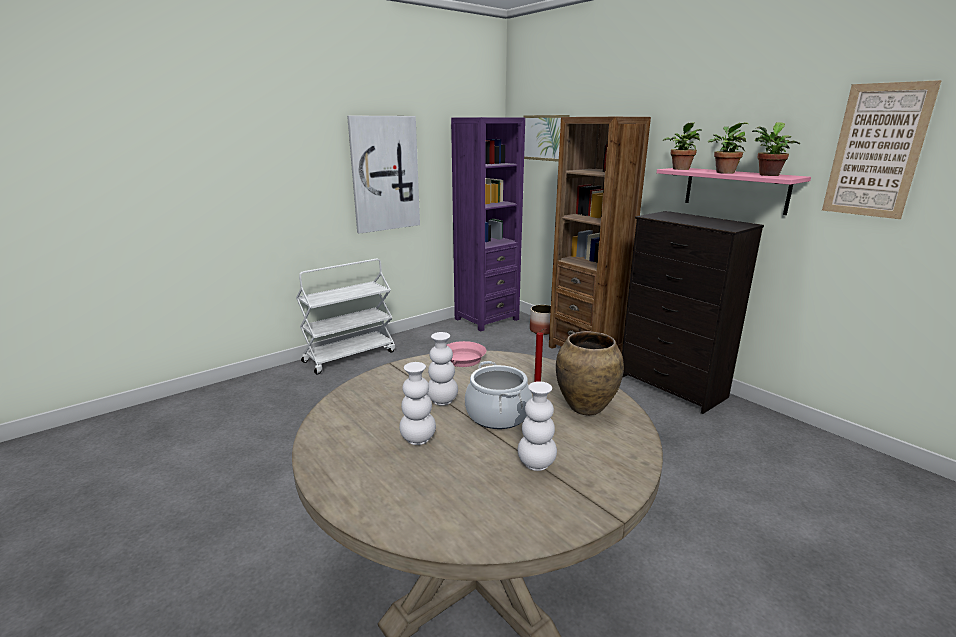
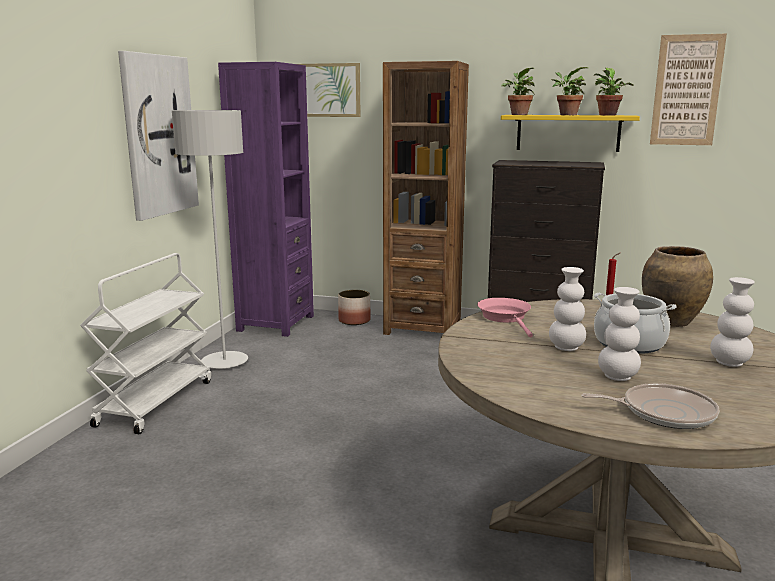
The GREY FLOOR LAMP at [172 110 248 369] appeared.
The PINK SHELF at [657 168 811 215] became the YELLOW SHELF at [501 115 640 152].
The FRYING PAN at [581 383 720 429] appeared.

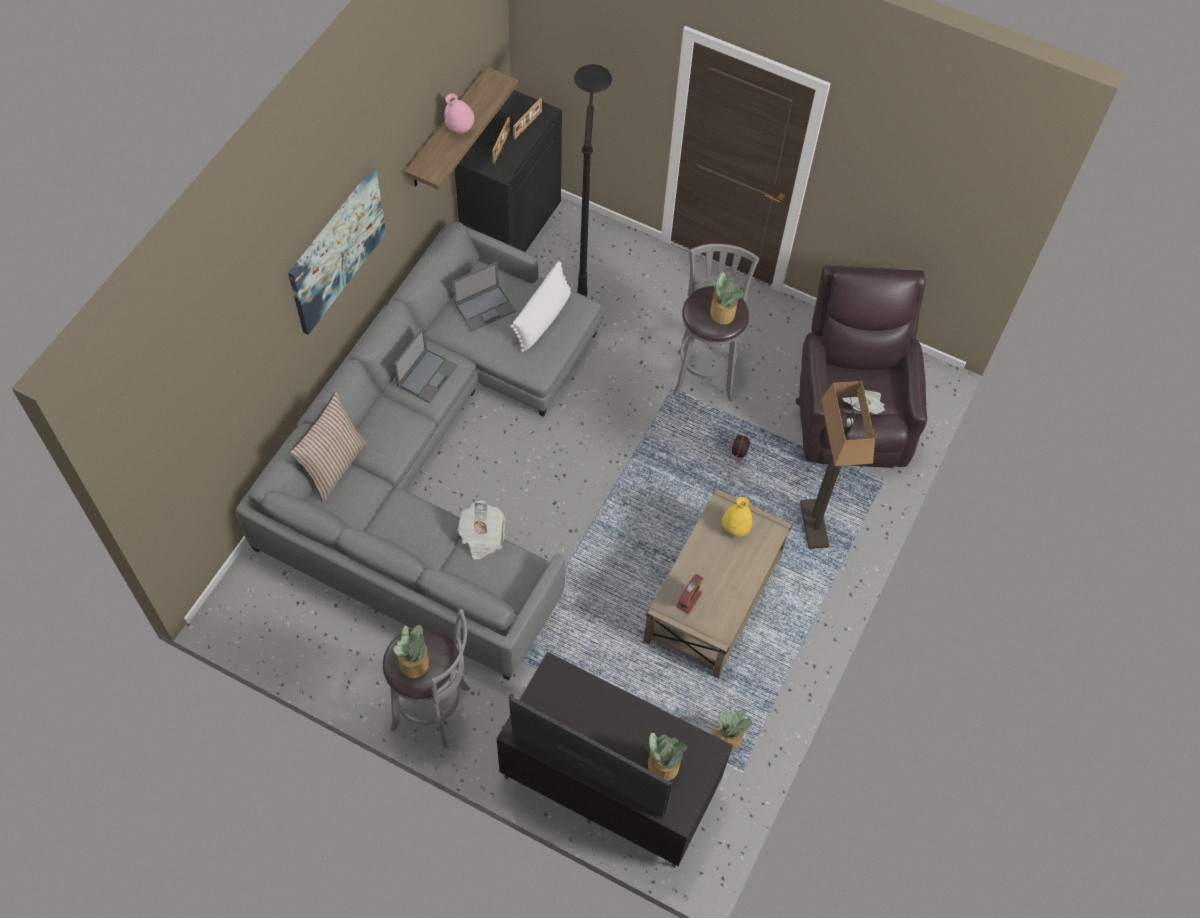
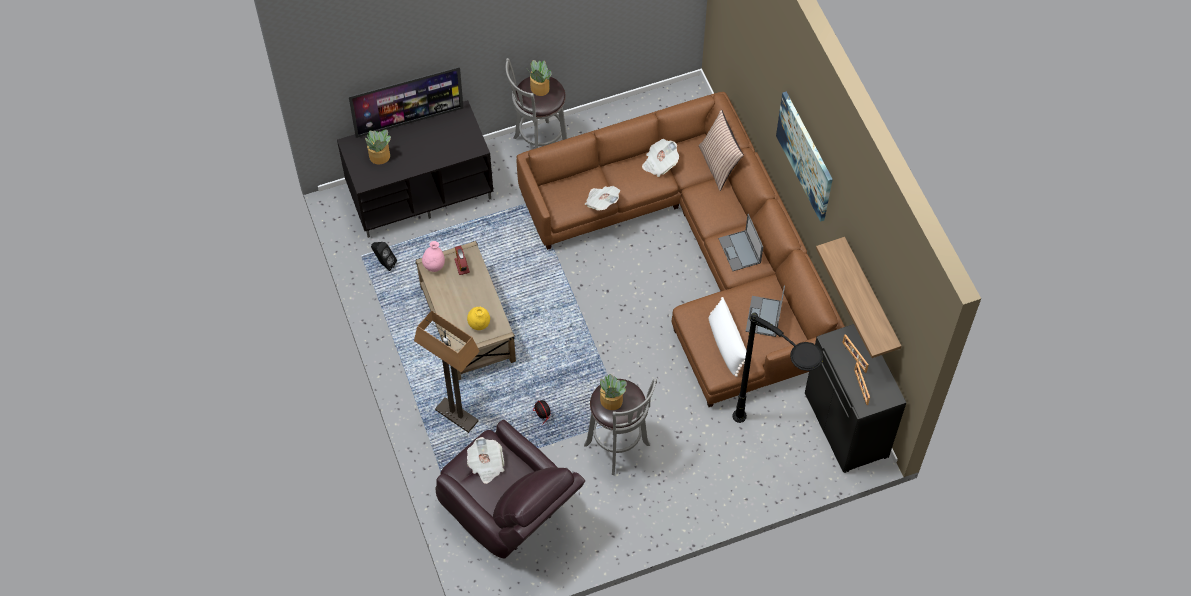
The POTTED PLANT at [714 710 753 751] was replaced by the BLACK SPEAKER at [371 242 397 271].
The PINK VASE moved from [445 93 474 134] to [422 241 445 272].
The GREY SOFA at [236 220 601 681] became the BROWN SOFA at [517 92 845 407].
The NEWSPAPER at [642 139 679 177] appeared.

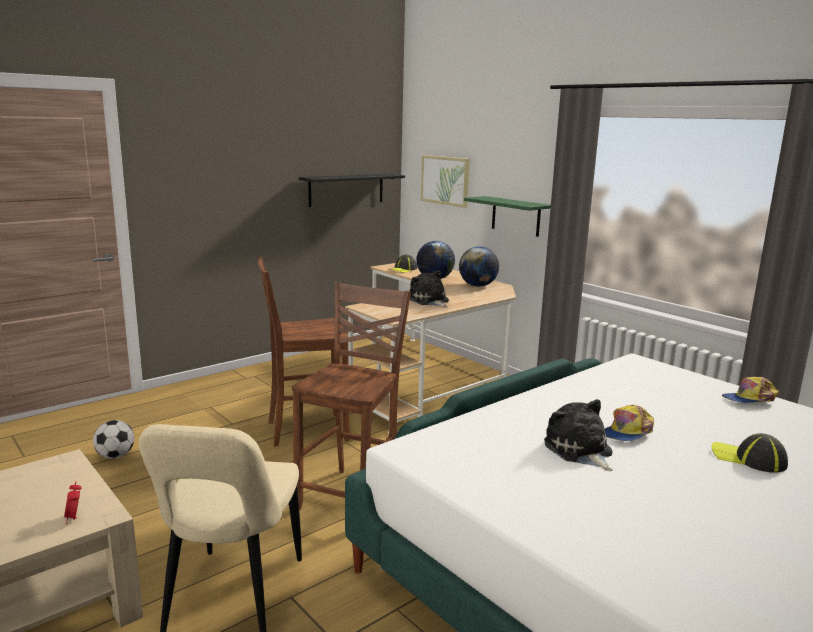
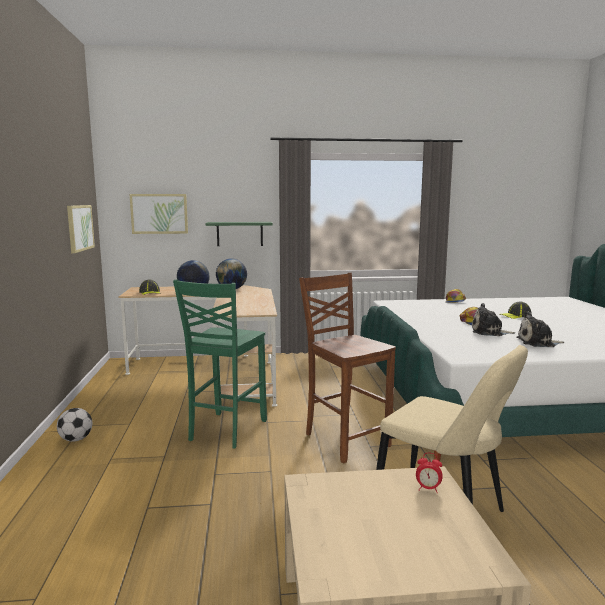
The FOOTBALL moved from [93 420 134 459] to [57 408 92 442].
The BLACK SHELF at [299 174 405 207] was replaced by the PICTURE at [67 205 95 253].
The BROWN CHAIR at [258 257 349 447] became the GREEN CHAIR at [173 280 267 448].
The PLUSH TOY moved from [410 270 449 307] to [516 311 564 347].

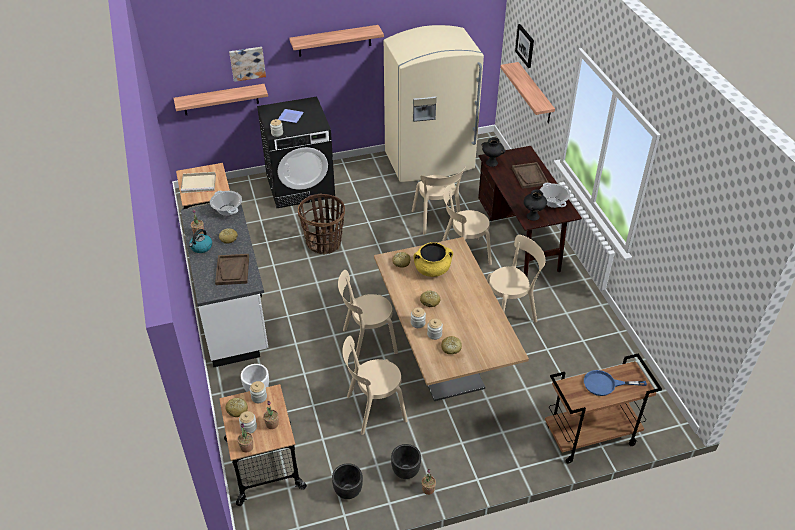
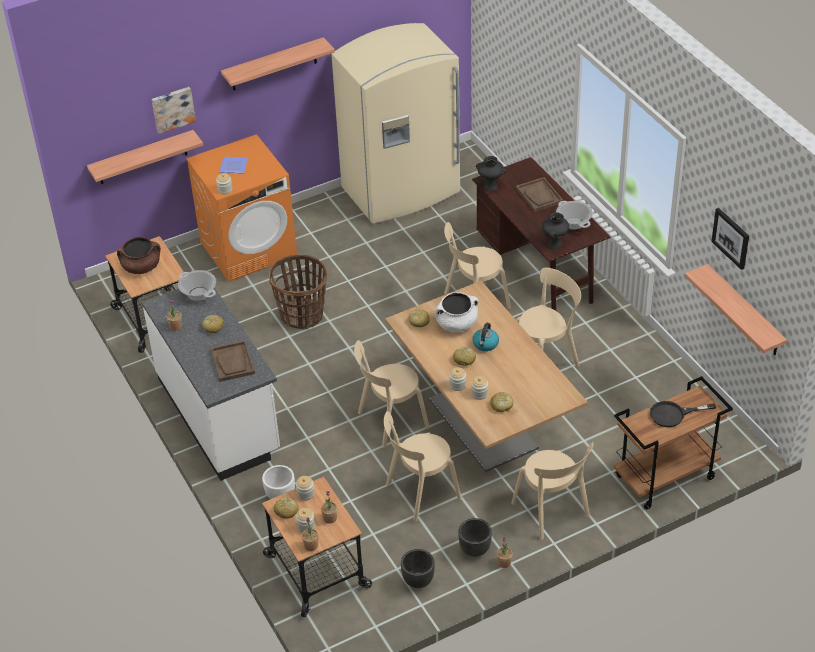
The BEIGE TRAY at [181 172 216 193] was replaced by the BROWN COOKING POT at [117 237 161 274].
The BLACK WASHING MACHINE at [257 97 335 208] became the ORANGE WASHING MACHINE at [186 134 297 282].
The YELLOW COOKING POT at [413 242 453 277] became the WHITE COOKING POT at [435 292 479 332].
The KETTLE moved from [189 229 212 253] to [473 323 499 351].
The BEIGE CHAIR moved from [412 166 466 235] to [511 442 593 540].
The BLUE FRYING PAN at [584 370 647 396] became the BLACK FRYING PAN at [650 401 716 427].
The SHELF moved from [500 62 555 123] to [685 264 787 355].
The PICTURE moved from [515 24 534 68] to [711 208 749 270].

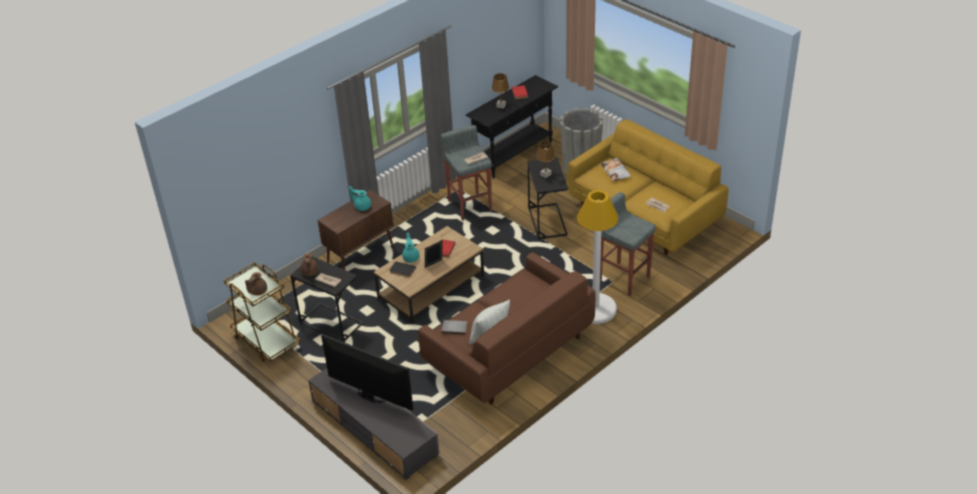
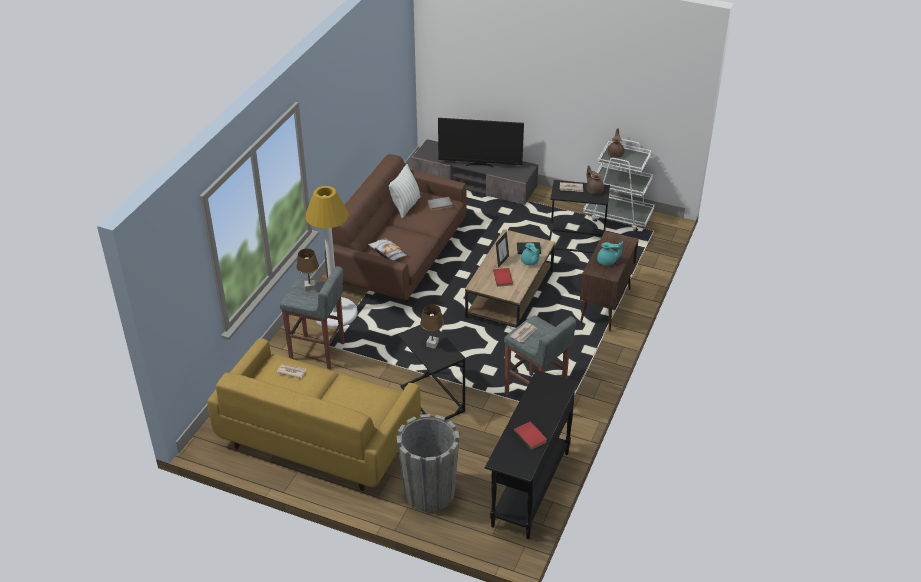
The BROWN TABLE LAMP moved from [492 73 509 108] to [296 249 319 291].
The PILLOW moved from [600 157 631 182] to [368 238 408 260].
The BROWN CART at [224 262 301 362] became the WHITE CART at [583 139 655 231].

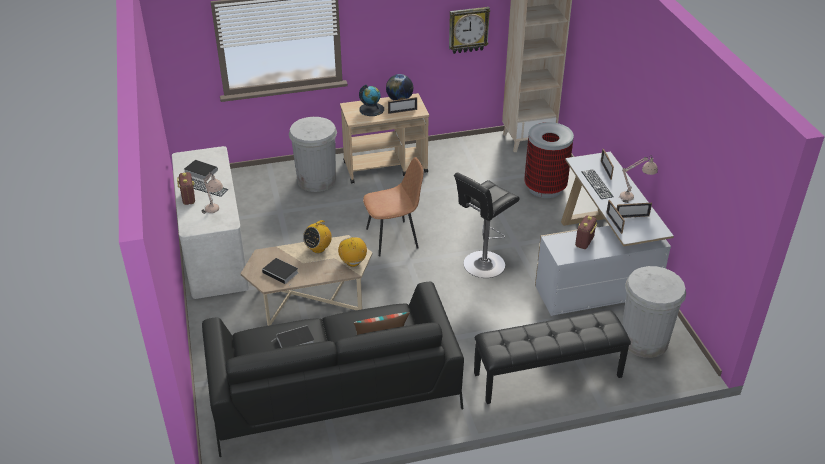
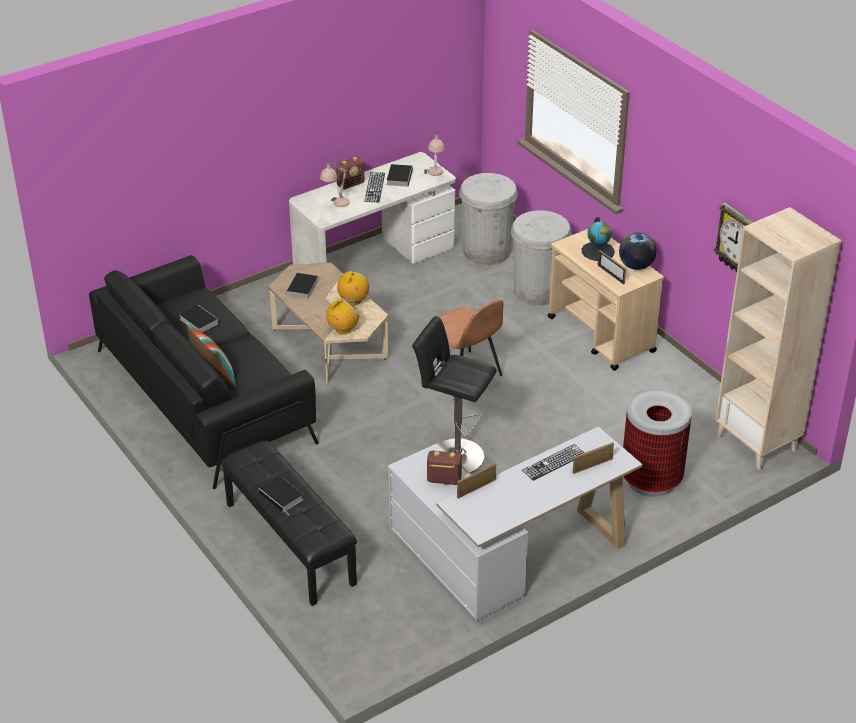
The BOOK at [259 476 304 515] appeared.
The RADIO at [303 220 332 253] turned 90 degrees clockwise.
The BEIGE TABLE LAMP moved from [618 155 658 203] to [424 131 445 176].
The WHITE TRASH CAN moved from [622 266 686 358] to [459 173 518 265].
The PICTURE FRAME at [617 203 652 218] disappeared.

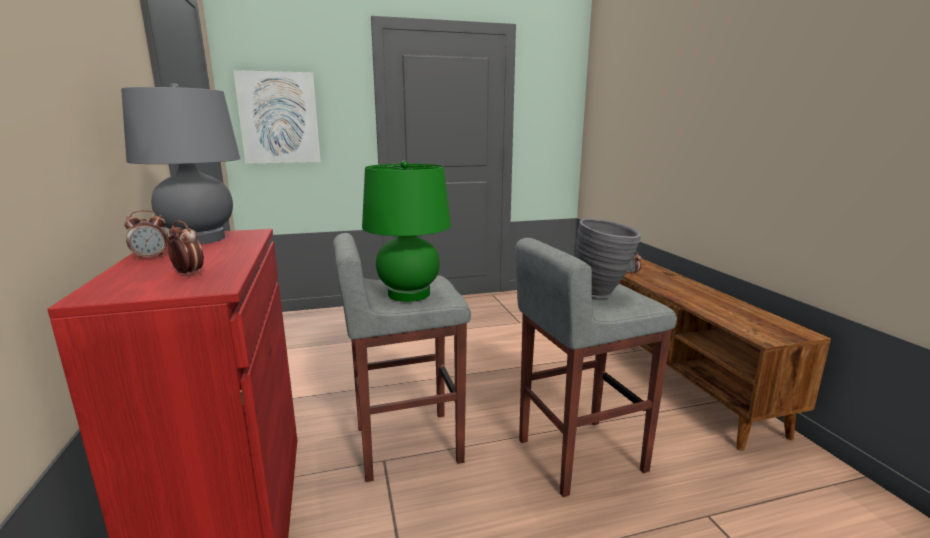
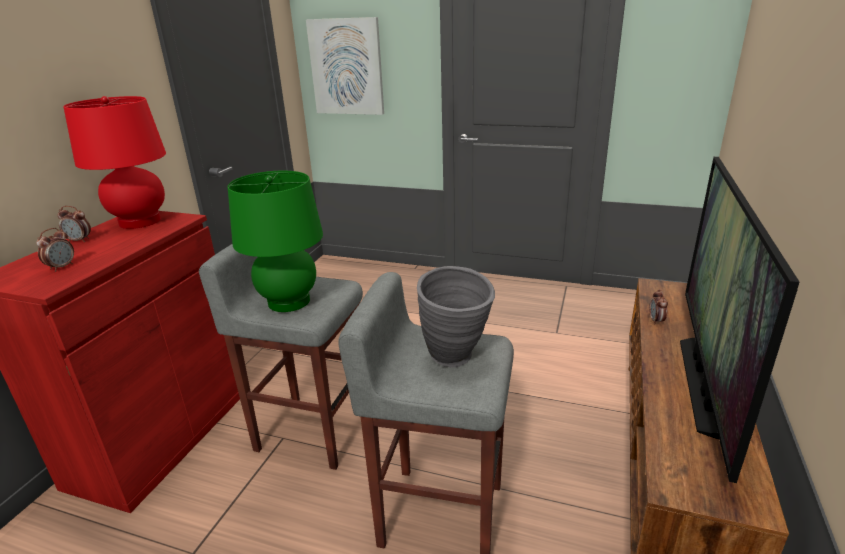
The ALARM CLOCK at [167 221 204 276] turned 45 degrees clockwise.
The GREY TABLE LAMP at [121 83 240 244] became the RED TABLE LAMP at [63 96 166 229].
The TELEVISION at [680 157 799 483] appeared.

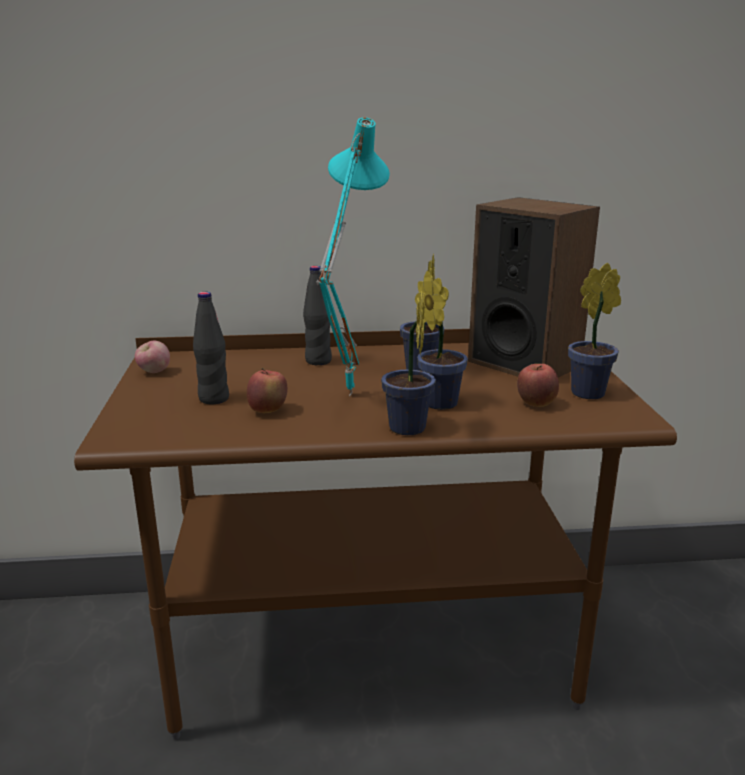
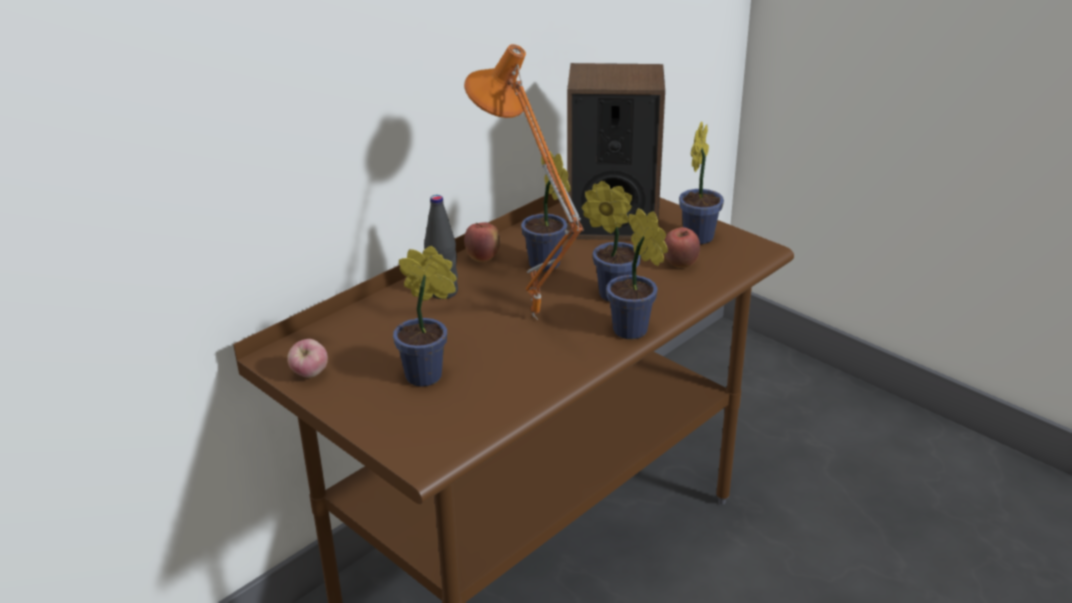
The BLACK BOTTLE at [193 292 229 404] was replaced by the POTTED PLANT at [393 246 457 386].
The TURQUOISE TABLE LAMP at [317 117 390 397] became the ORANGE TABLE LAMP at [464 44 584 320].
The APPLE moved from [247 368 287 413] to [464 222 500 262].

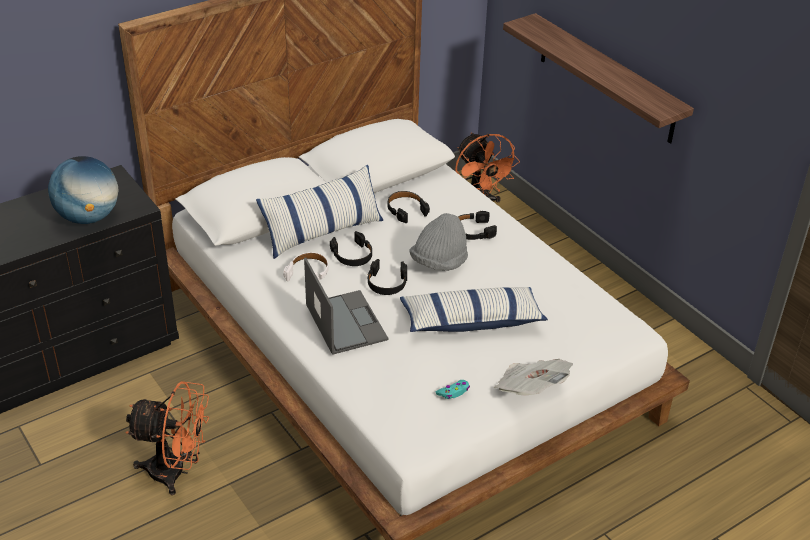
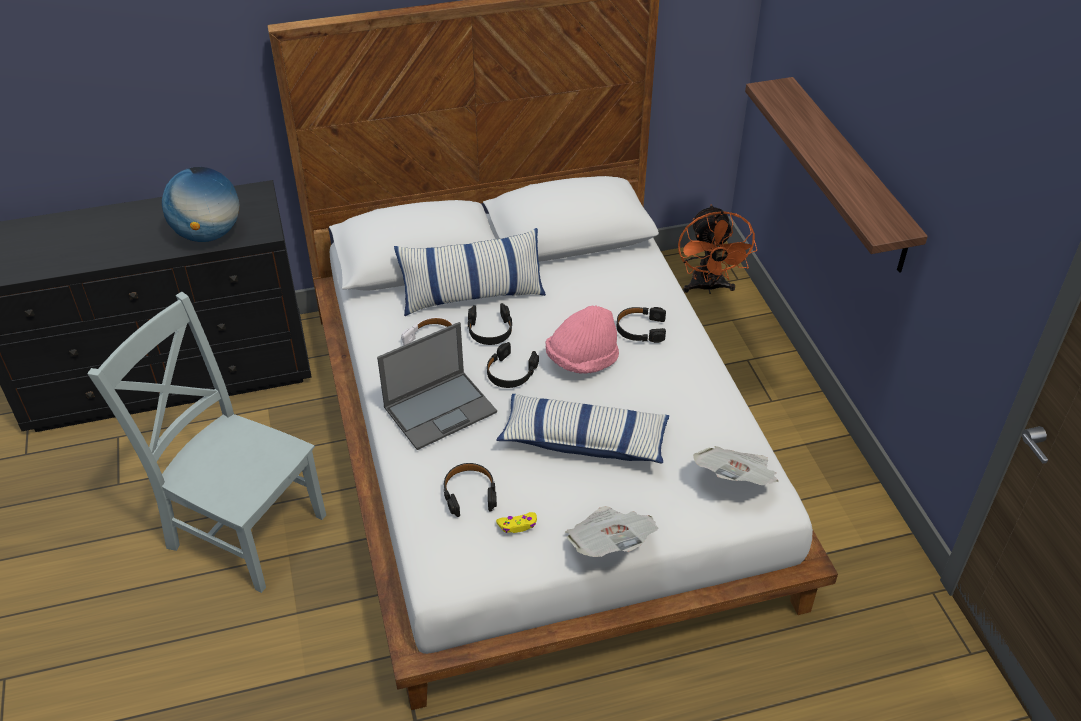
The ORANGE FAN at [125 381 209 495] was replaced by the GREY CHAIR at [87 292 326 593].
The LAPTOP at [304 258 388 355] turned 60 degrees clockwise.
The BLACK HEADPHONES moved from [388 191 430 223] to [444 463 497 517].
The TURQUOISE GAME CONTROLLER at [436 380 470 399] became the YELLOW GAME CONTROLLER at [496 512 537 533].
The GREY HAT at [409 213 468 271] became the PINK HAT at [545 305 619 374].
The NEWSPAPER at [693 446 779 485] appeared.

